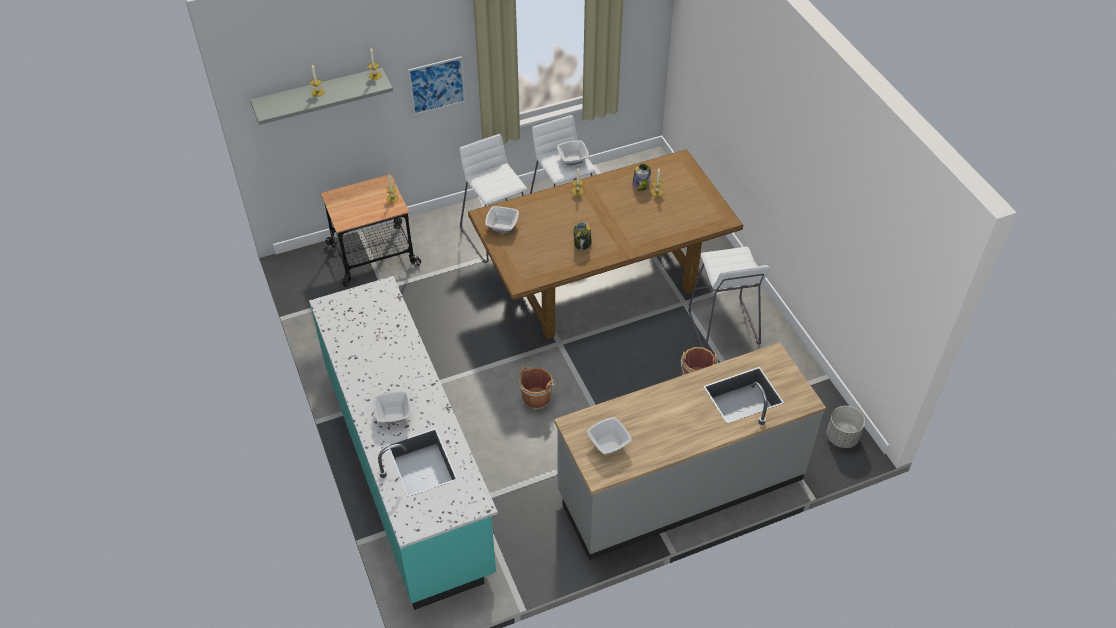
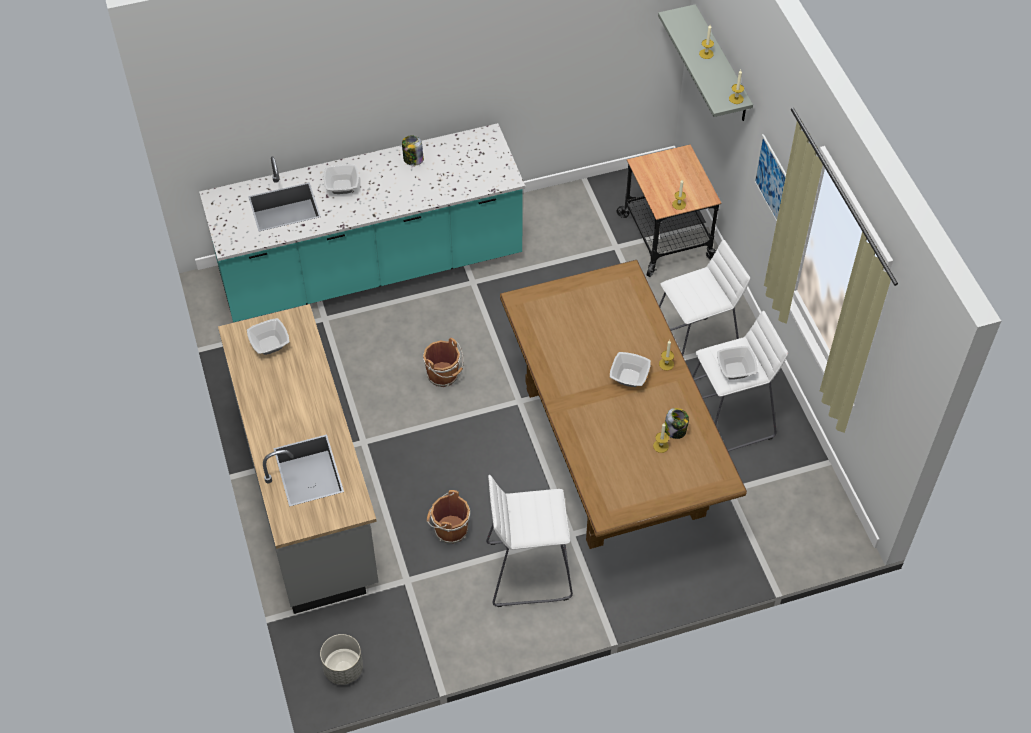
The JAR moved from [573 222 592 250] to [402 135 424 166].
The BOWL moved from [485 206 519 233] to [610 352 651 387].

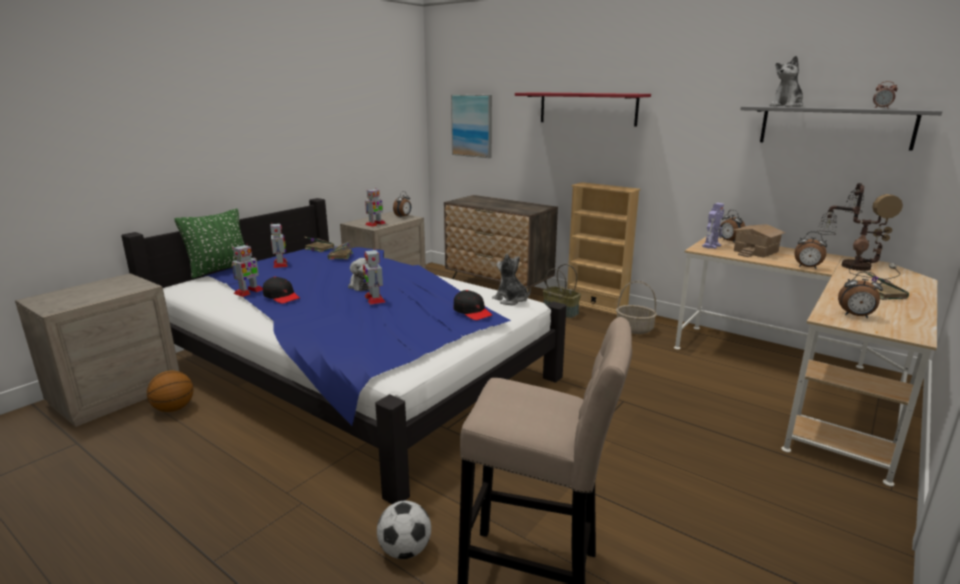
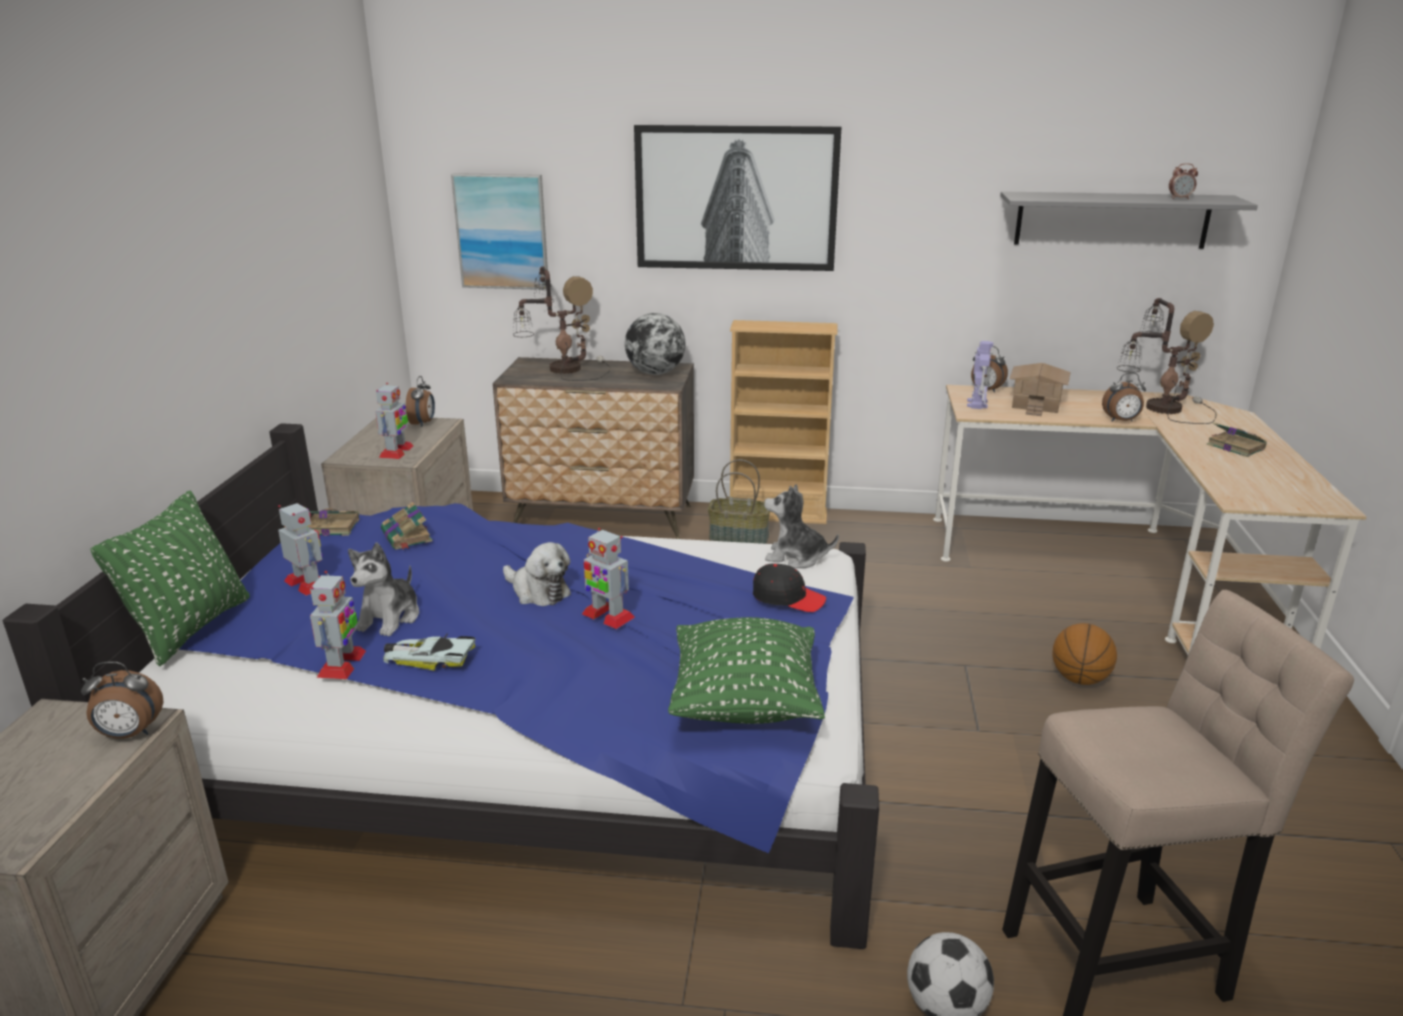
The ALARM CLOCK moved from [838 272 883 318] to [81 662 163 739].
The PLUSH TOY moved from [769 56 803 107] to [348 543 419 637].
The BLACK CAP at [263 277 300 304] was replaced by the TOY CAR at [383 633 476 671].
The TABLE LAMP at [513 266 611 381] appeared.
The GLOBE at [625 313 685 375] appeared.
The RED SHELF at [515 92 651 127] was replaced by the PICTURE at [634 125 842 271].
The GREEN PILLOW at [668 617 825 724] appeared.
The BASKETBALL moved from [147 371 194 412] to [1053 623 1117 685].
The BASKET at [616 281 657 334] disappeared.

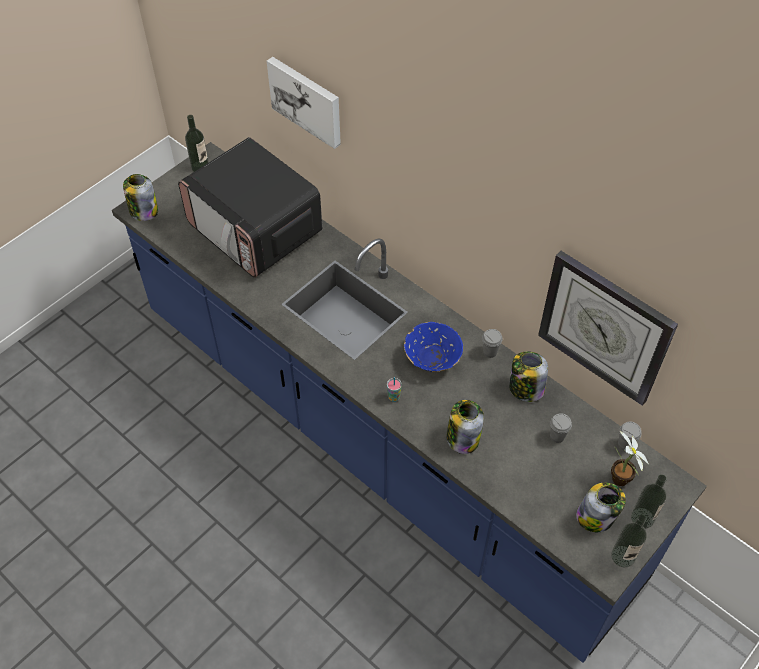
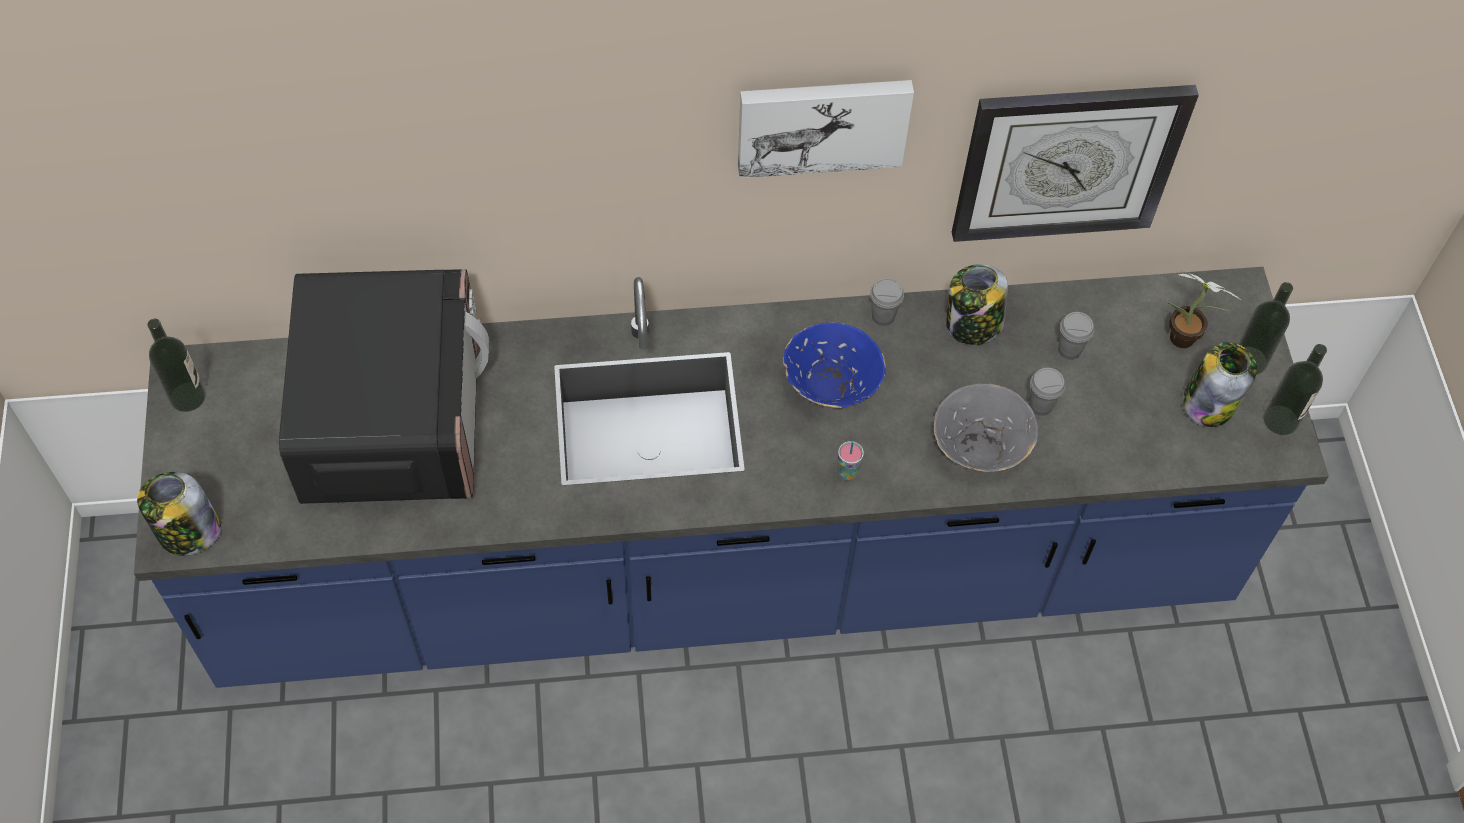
The MICROWAVE at [178 137 322 278] turned 90 degrees counterclockwise.
The PICTURE moved from [267 57 341 149] to [738 80 914 178].
The JAR at [446 400 484 454] was replaced by the GREY BOWL at [934 384 1038 472].
The GREY CUP moved from [618 422 642 451] to [1029 368 1065 416].

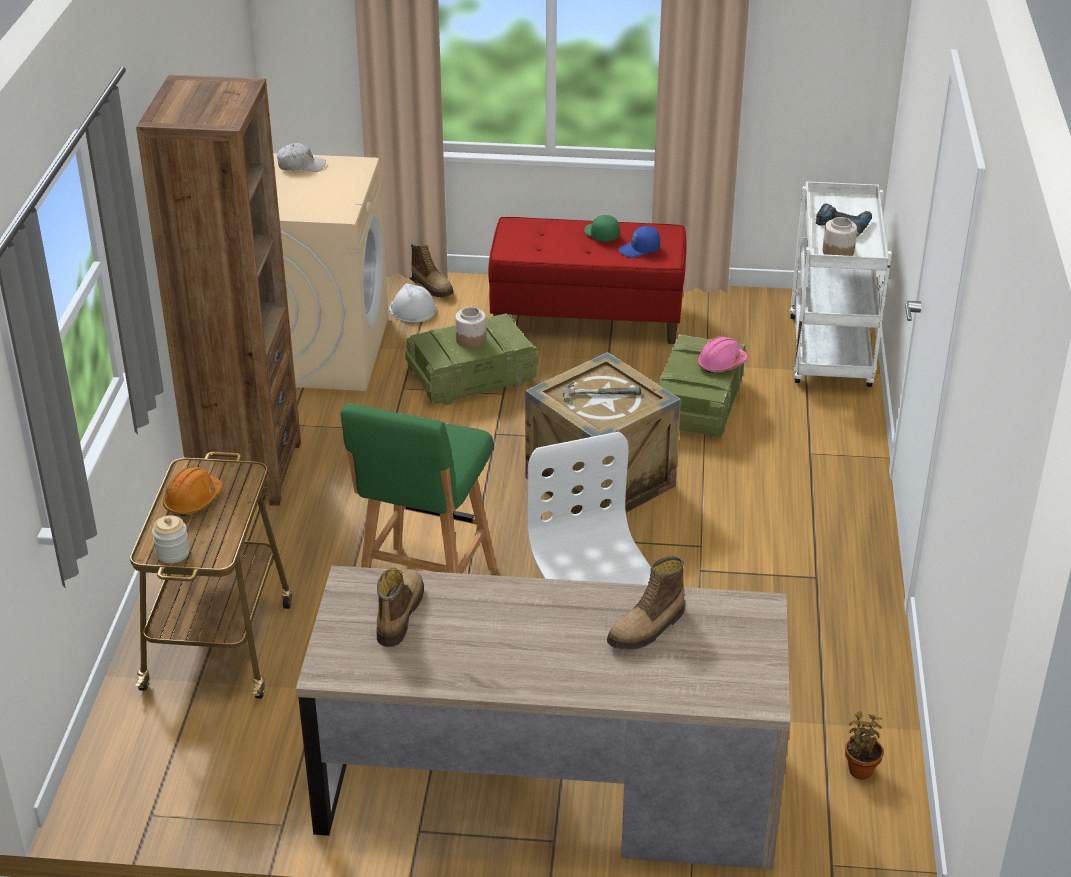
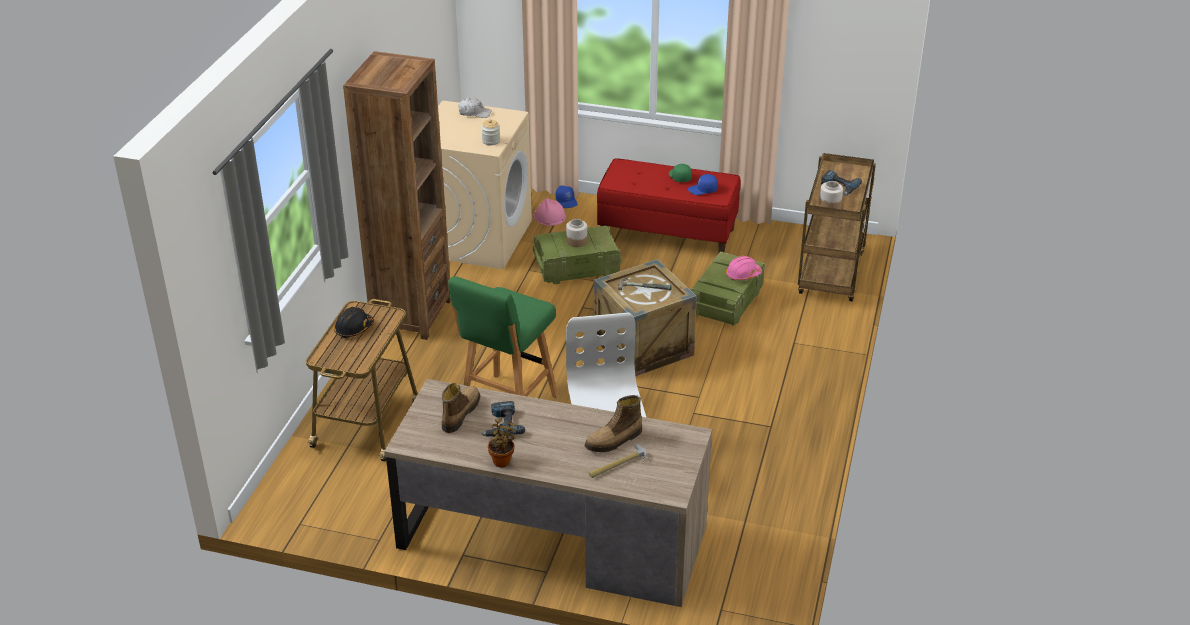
The ORANGE HARD HAT at [163 467 223 516] became the BLACK HARD HAT at [334 307 374 338].
The JAR moved from [152 515 190 563] to [481 119 500 145].
The POWER DRILL at [481 401 525 437] appeared.
The POTTED PLANT moved from [845 711 884 779] to [488 419 516 467].
The WHITE HARD HAT at [389 284 436 322] became the PINK HARD HAT at [534 198 566 226].
The BOOT at [410 244 453 297] was replaced by the BLUE CAP at [556 185 578 208].
The HAMMER at [589 444 646 478] appeared.
The WHITE CART at [790 181 892 387] became the BROWN CART at [798 153 876 301].

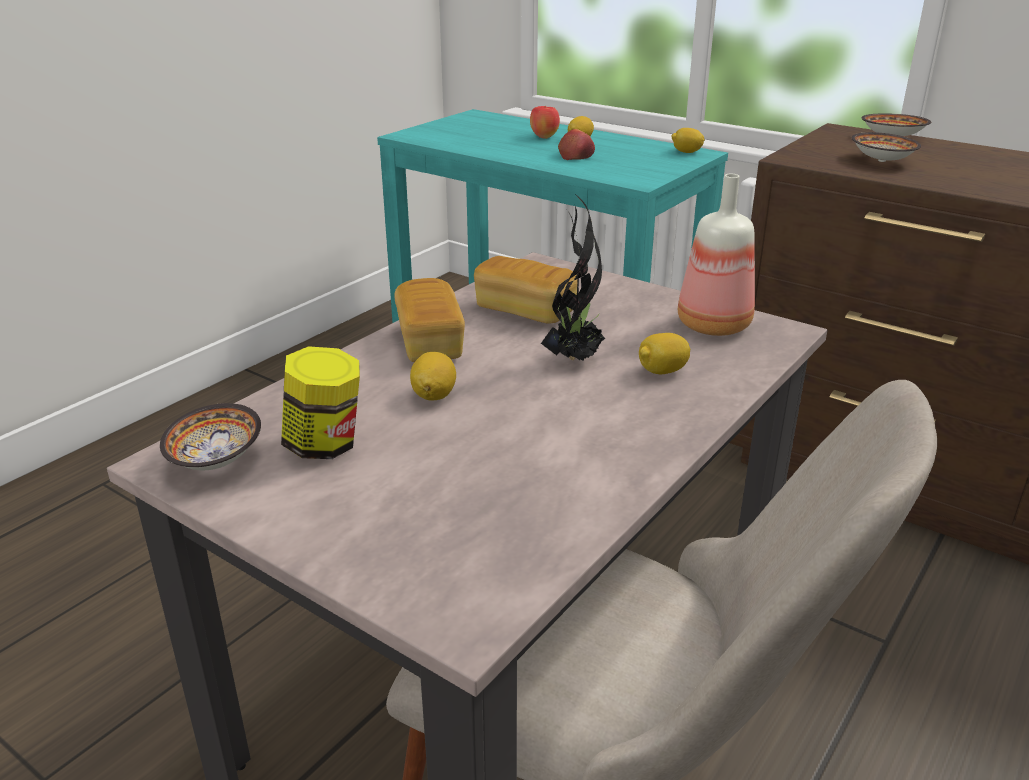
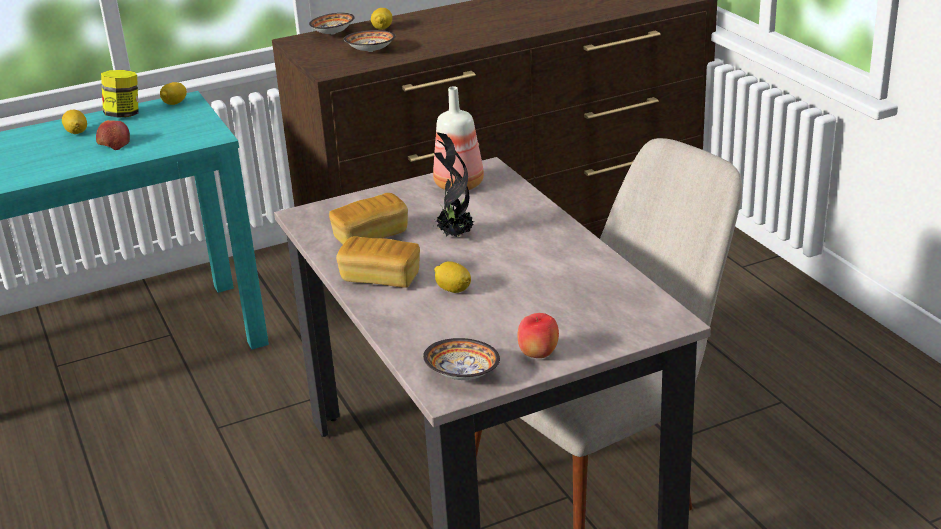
The JAR moved from [281 346 360 459] to [101 70 139 118].
The LEMON moved from [639 333 690 374] to [371 8 392 30].
The APPLE moved from [530 106 560 139] to [517 313 559 358].

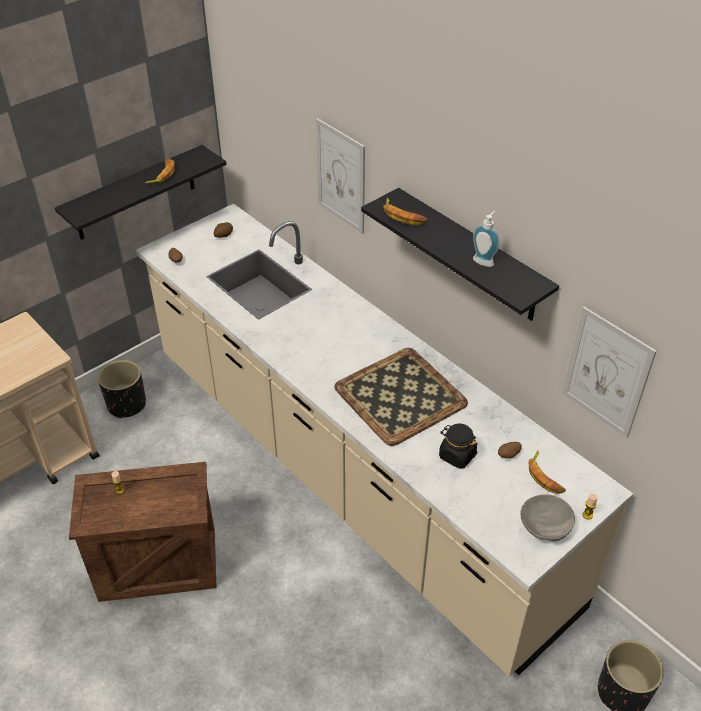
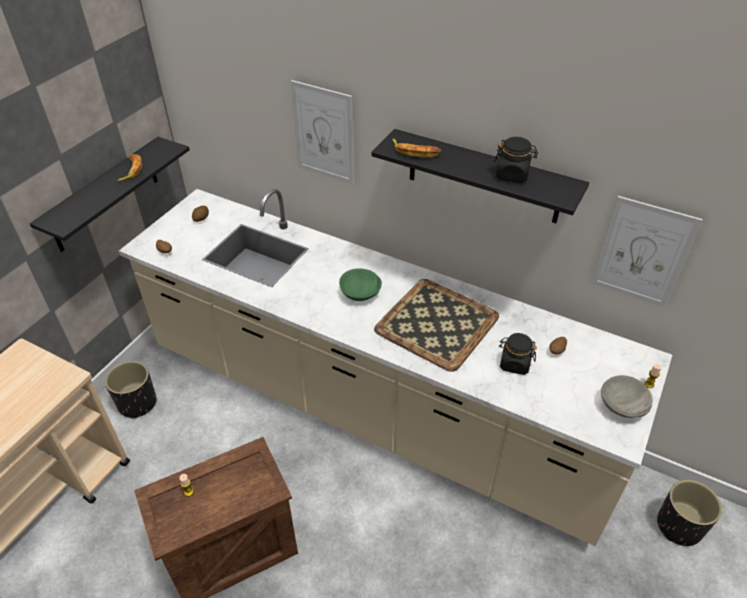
The GREEN BOWL at [339 268 382 301] appeared.
The SOAP DISPENSER at [473 211 500 267] was replaced by the BLACK JAR at [494 137 538 183].
The BANANA at [529 450 566 494] disappeared.

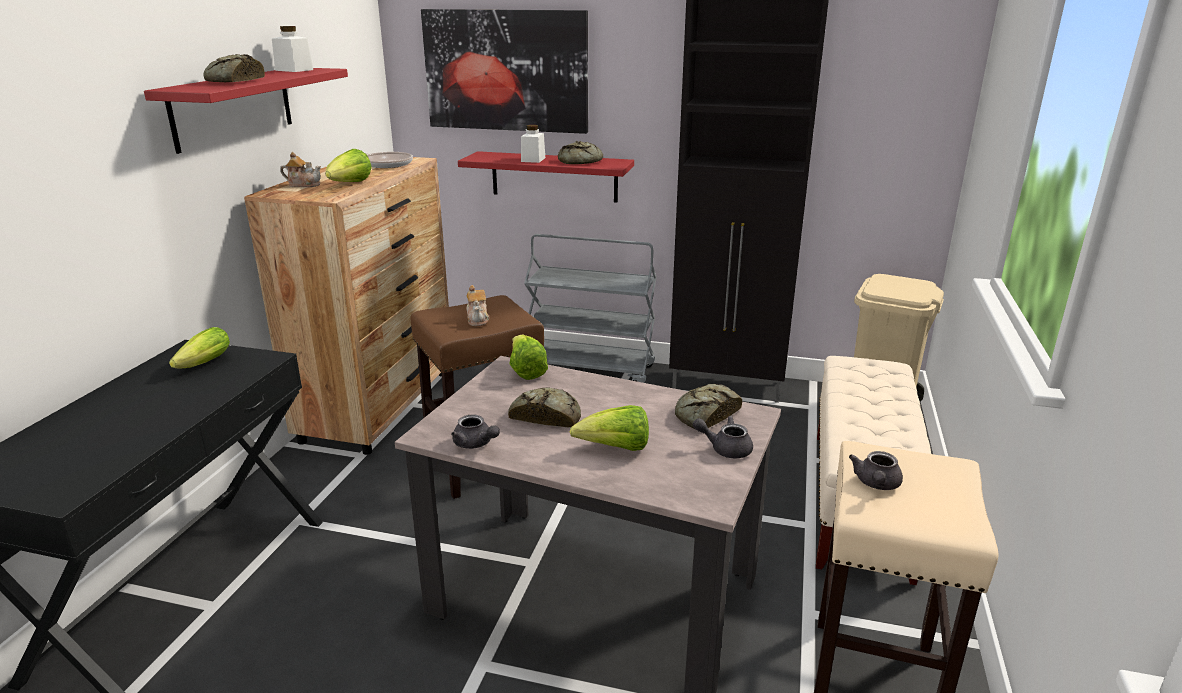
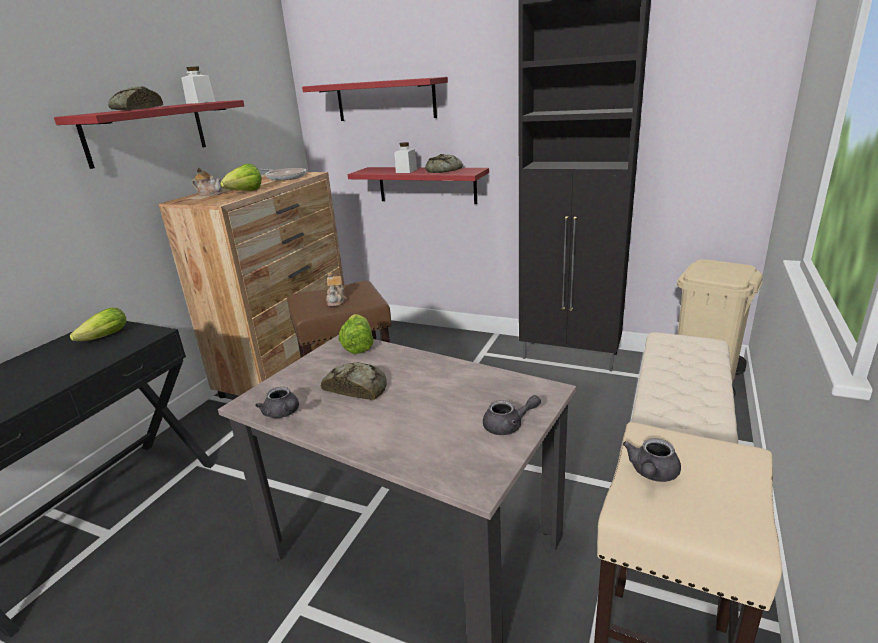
The PICTURE at [421 9 588 134] was replaced by the RED SHELF at [302 77 448 121].
The GREY TEAPOT at [693 416 753 458] turned 150 degrees clockwise.
The GREY CART at [524 234 657 383] disappeared.
The LETTUCE at [570 405 649 451] disappeared.
The BREAD at [675 383 742 429] disappeared.

